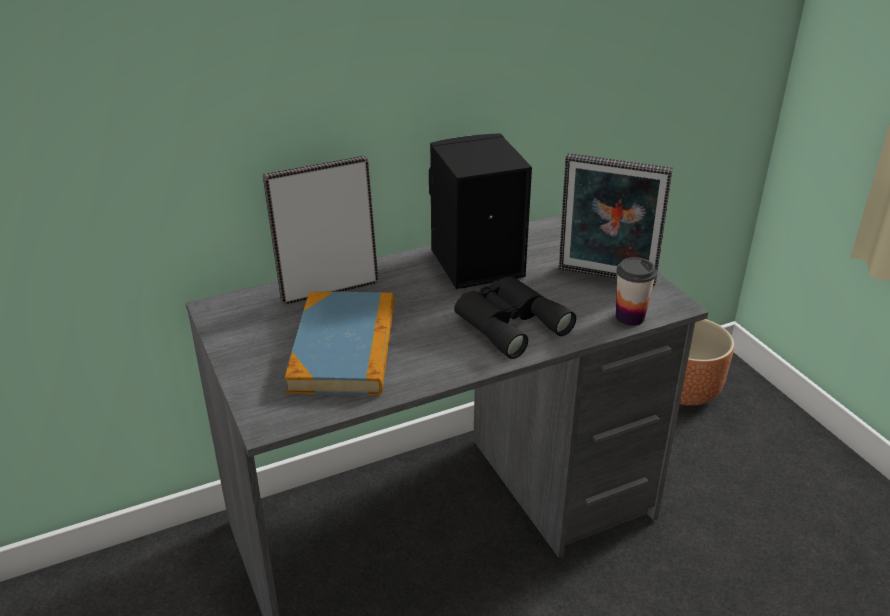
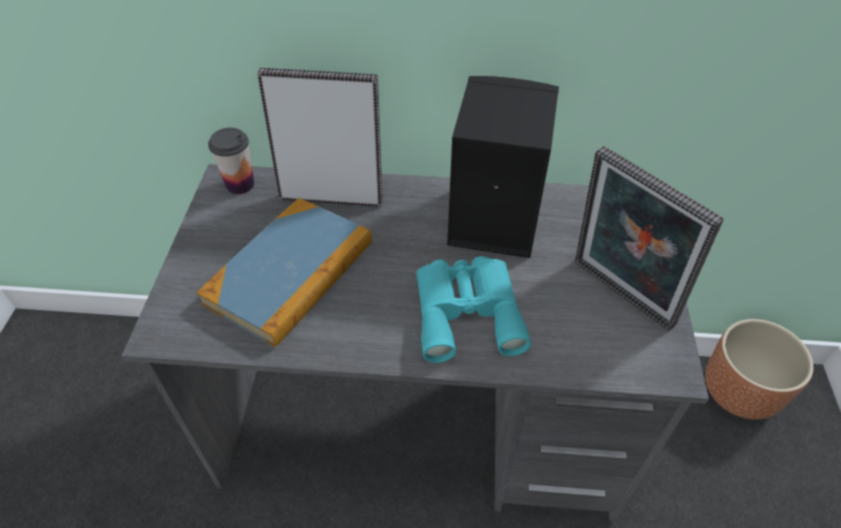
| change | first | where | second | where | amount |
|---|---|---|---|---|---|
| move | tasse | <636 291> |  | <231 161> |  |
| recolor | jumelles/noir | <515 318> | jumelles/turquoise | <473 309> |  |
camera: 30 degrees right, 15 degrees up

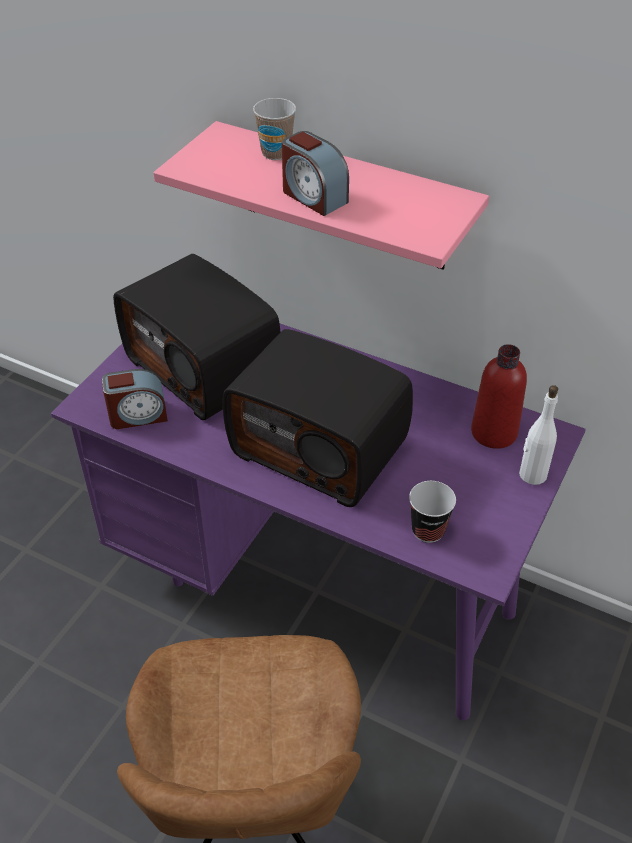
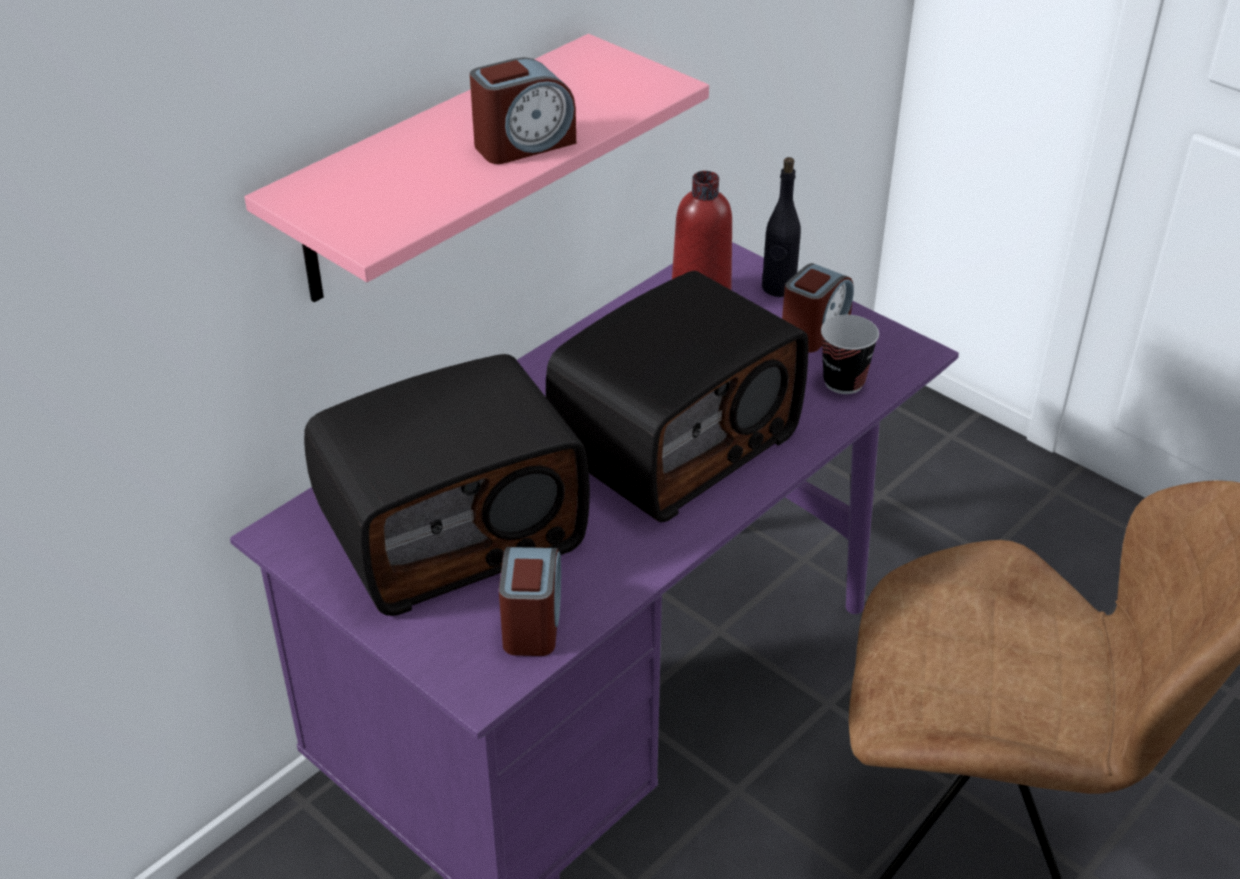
| change | first | where | second | where | amount |
|---|---|---|---|---|---|
| delete | tasse | <274 129> |  |  |  |
| recolor | bouteille/blanc | <538 435> | bouteille/noir | <781 227> |  |
| insert |  |  | réveil | <818 308> |  |
camera: 75 degrees left, 5 degrees down

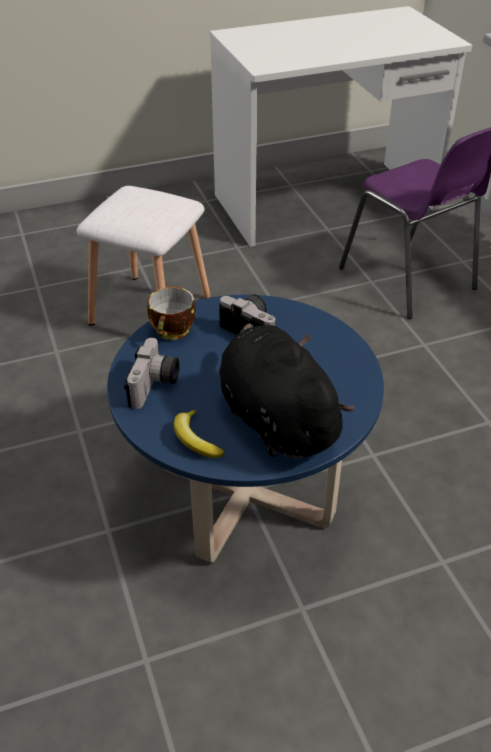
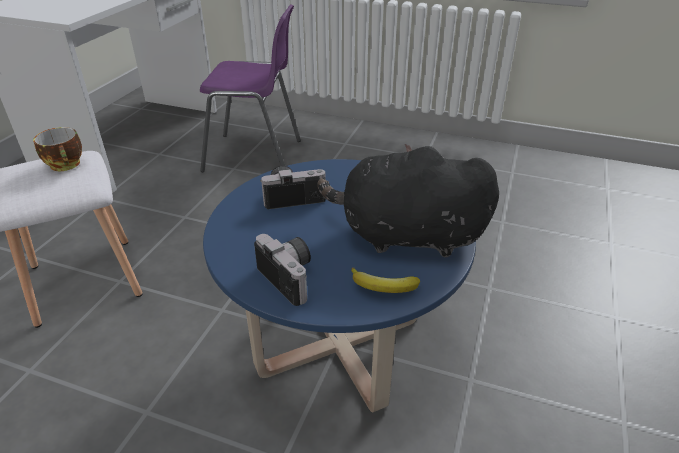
| change | first | where | second | where | amount |
|---|---|---|---|---|---|
| move | tasse | <171 313> |  | <57 149> |  |
camera: 50 degrees left, 5 degrees down

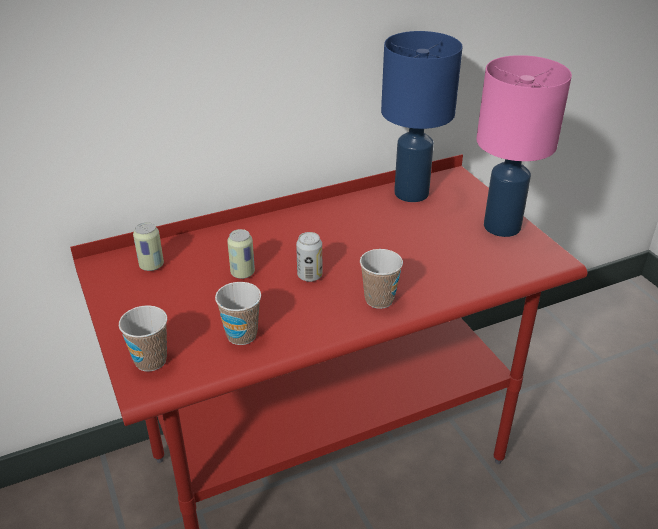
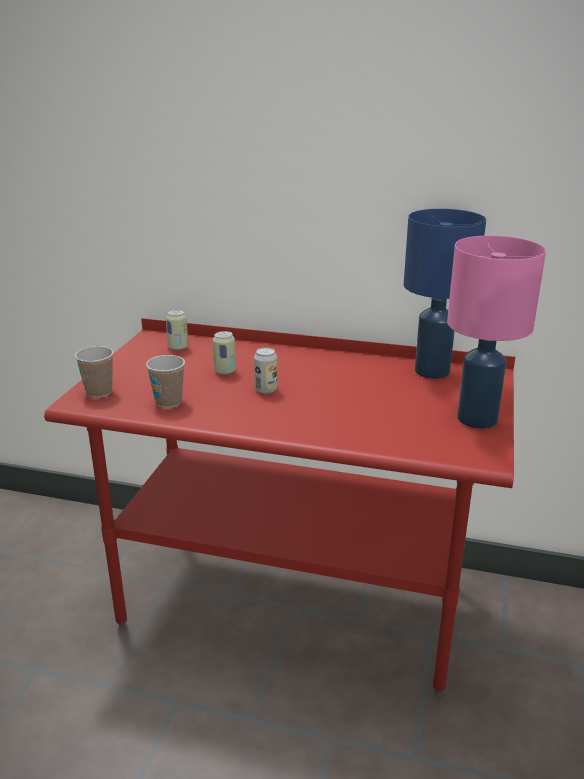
| change | first | where | second | where | amount |
|---|---|---|---|---|---|
| delete | tasse | <381 279> |  |  |  |
camera: 40 degrees right, 10 degrees down

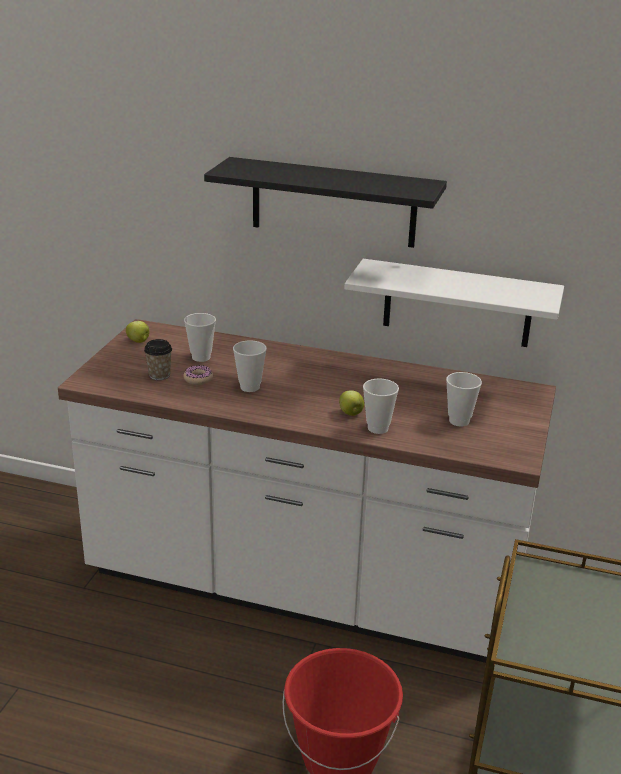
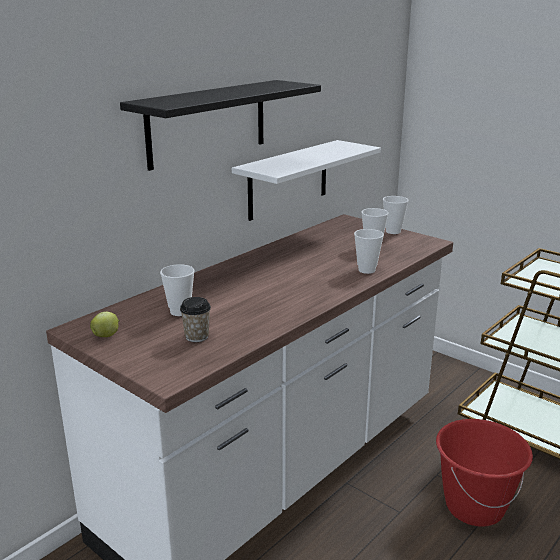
| change | first | where | second | where | amount |
|---|---|---|---|---|---|
| move | tasse | <250 366> |  | <396 215> |  |
| delete | beignet | <198 375> |  |  |  |
| delete | pomme | <351 403> |  |  |  |
camera: 65 degrees left, 5 degrees down

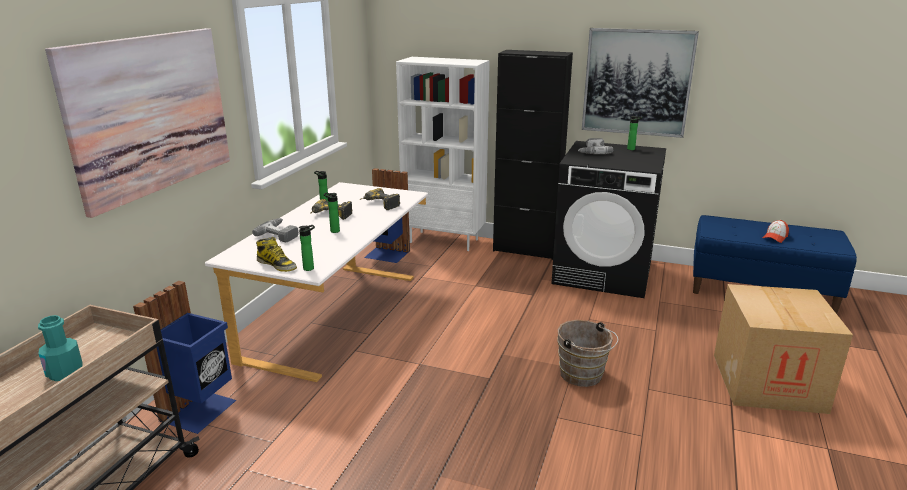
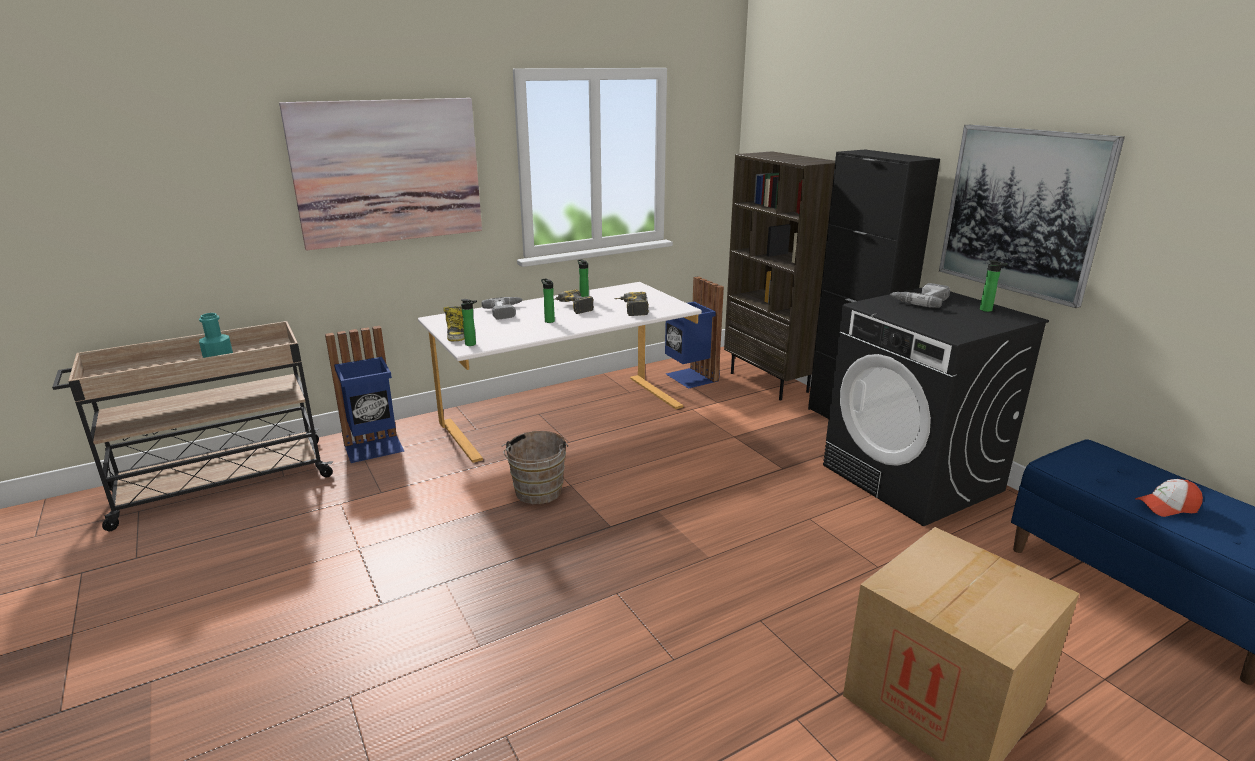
| change | first | where | second | where | amount |
|---|---|---|---|---|---|
| recolor | bibliothèque/blanc | <443 154> | bibliothèque/marron | <779 276> |  |
| move | seau/marron | <587 353> |  | <535 467> |  |
camera: 40 degrees right, 0 degrees up

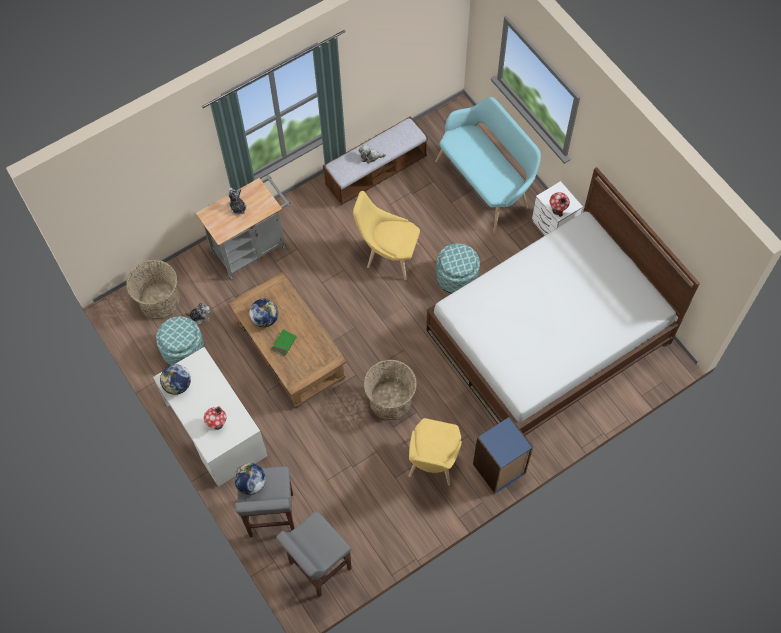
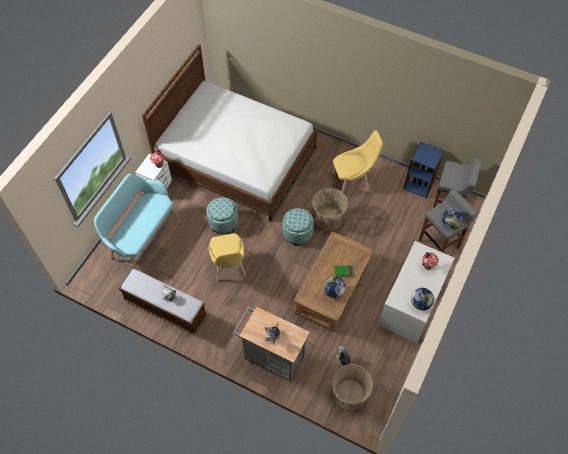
| change | first | where | second | where | amount |
|---|---|---|---|---|---|
| move | pouf | <180 340> |  | <298 227> |  |
| move | bibliothèque/bleu | <503 455> |  | <423 170> |  |
camera: 120 degrees left, 5 degrees down

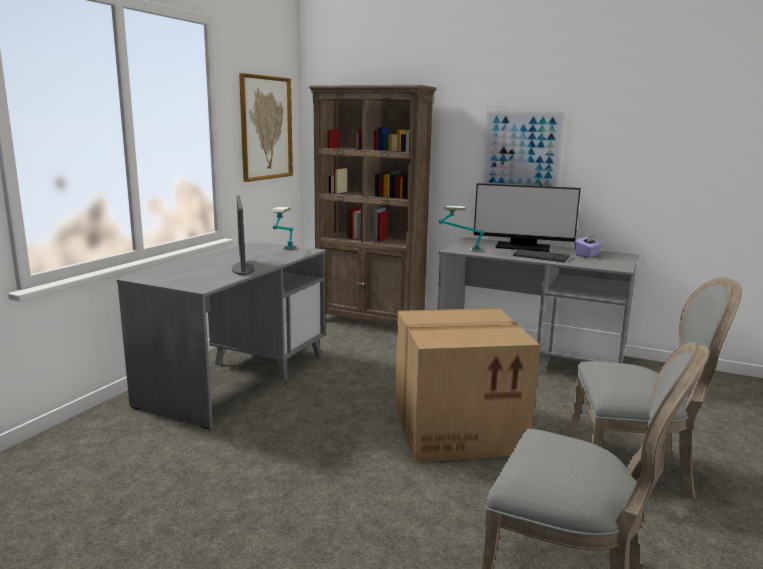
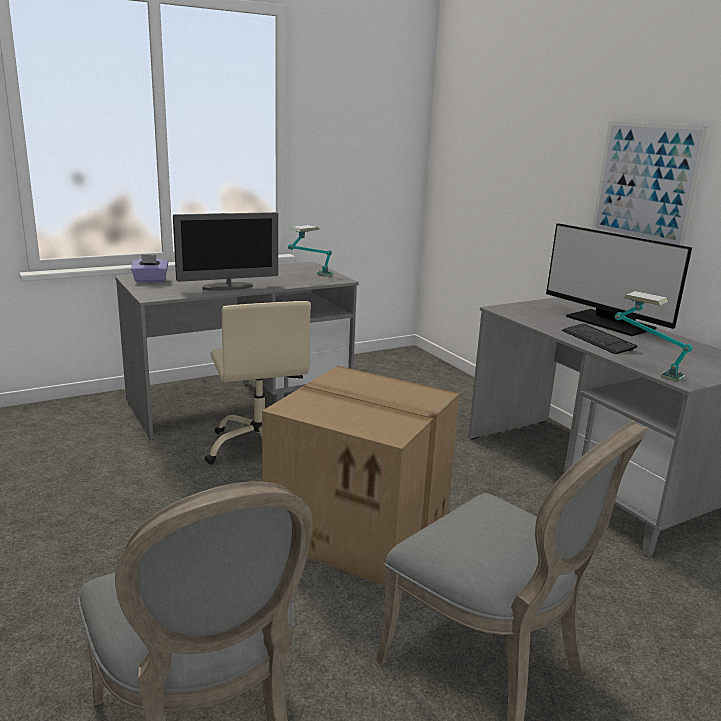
| change | first | where | second | where | amount |
|---|---|---|---|---|---|
| delete | tableau | <266 127> |  |  |  |
| delete | bibliothèque/marron | <372 205> |  |  |  |
| rotate | écran d'ordinateur | <243 235> |  | <225 251> | 135 degrees counterclockwise |
| move | lampe de table | <461 229> |  | <653 336> |  |
| move | boîte à mouchoirs/violet | <589 246> |  | <149 268> |  |
| insert |  |  | chaise de bureau/beige | <258 383> |  |
camera: 35 degrees right, 5 degrees up

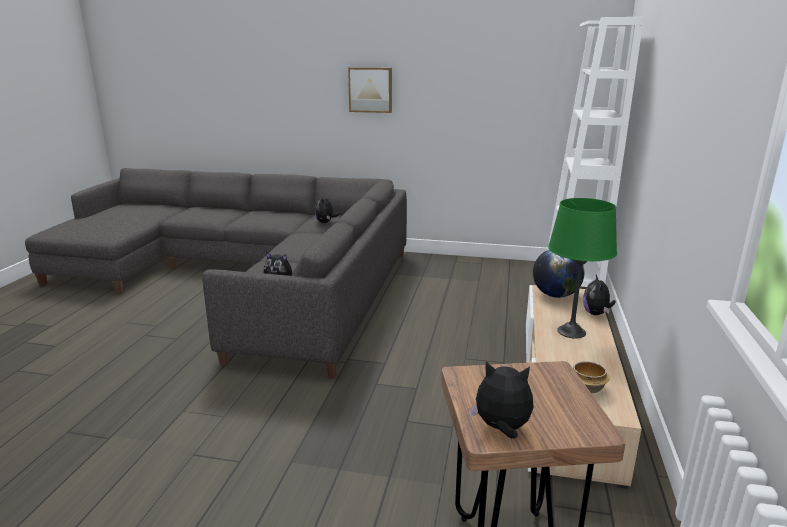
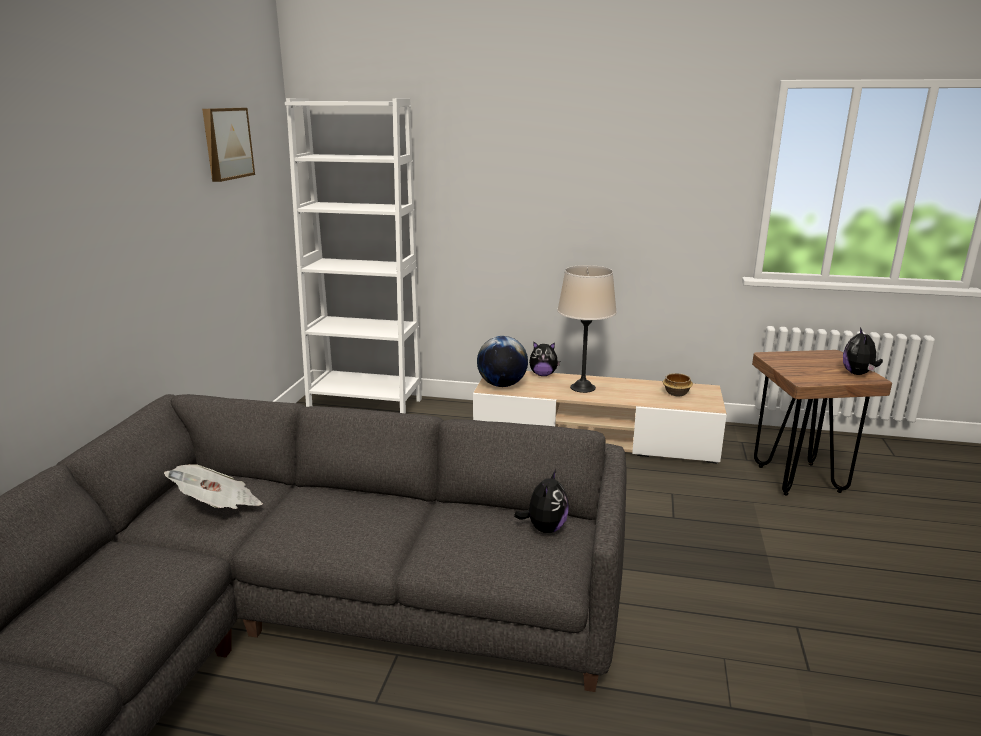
| change | first | where | second | where | amount |
|---|---|---|---|---|---|
| move | tableau | <370 90> |  | <228 145> |  |
| replace | peluche | <327 208> | journal | <213 486> |  |
| recolor | lampe de table/vert | <582 268> | lampe de table/beige | <587 329> |  |
camera: 90 degrees left, 0 degrees up

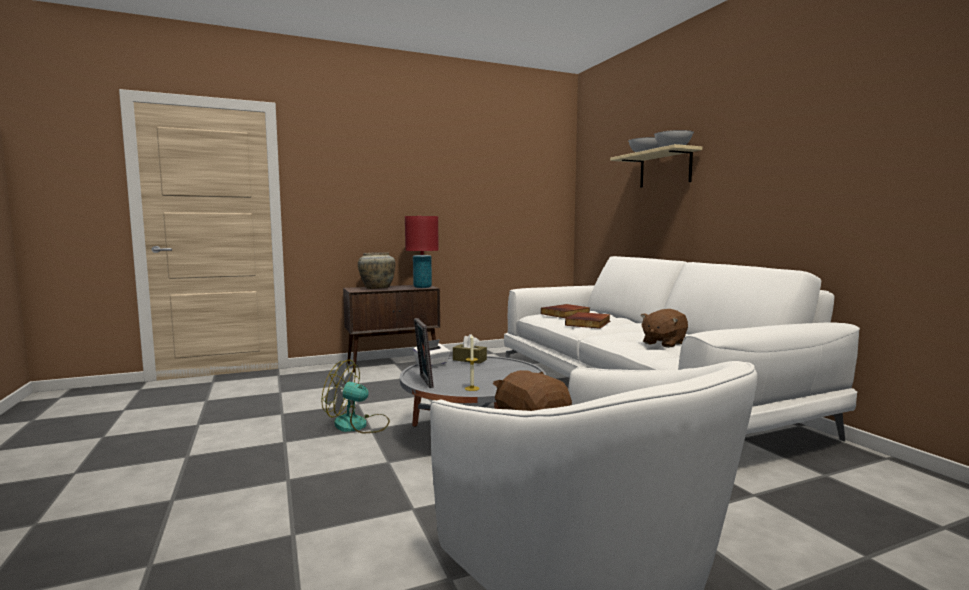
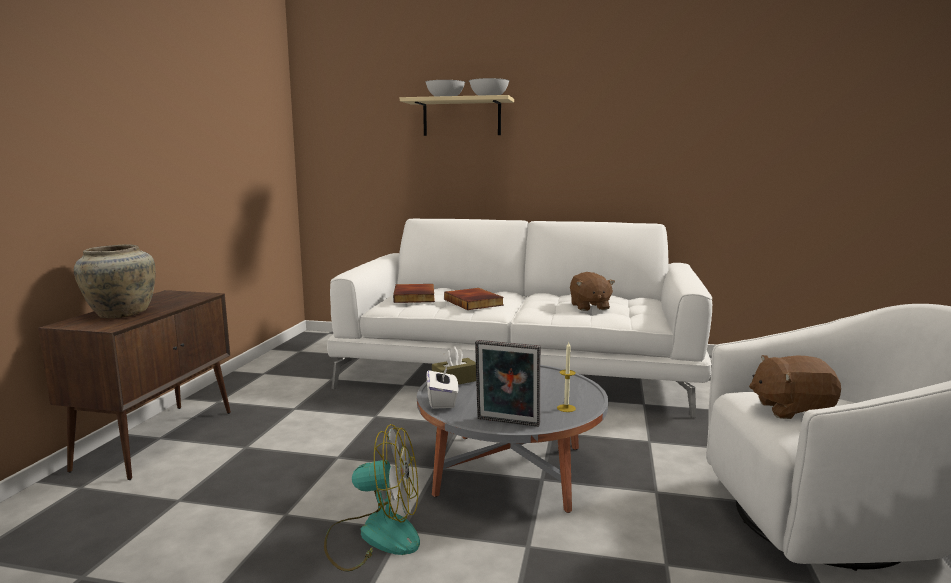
| change | first | where | second | where | amount |
|---|---|---|---|---|---|
| delete | lampe de table/rouge | <421 252> |  |  |  |
| rotate | ventilateur | <356 397> |  | <372 497> | 135 degrees counterclockwise |
camera: 55 degrees left, 5 degrees up

